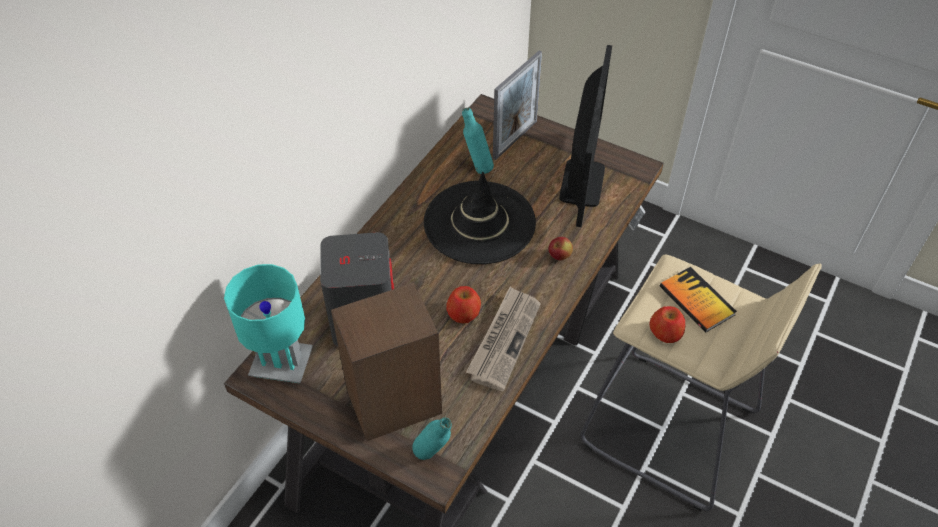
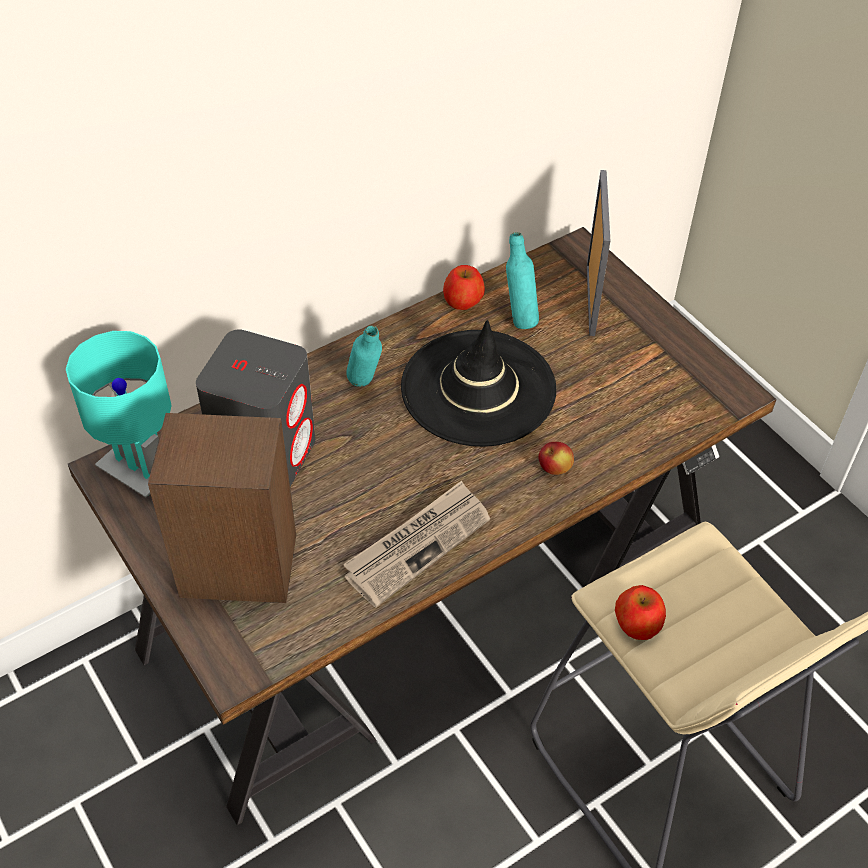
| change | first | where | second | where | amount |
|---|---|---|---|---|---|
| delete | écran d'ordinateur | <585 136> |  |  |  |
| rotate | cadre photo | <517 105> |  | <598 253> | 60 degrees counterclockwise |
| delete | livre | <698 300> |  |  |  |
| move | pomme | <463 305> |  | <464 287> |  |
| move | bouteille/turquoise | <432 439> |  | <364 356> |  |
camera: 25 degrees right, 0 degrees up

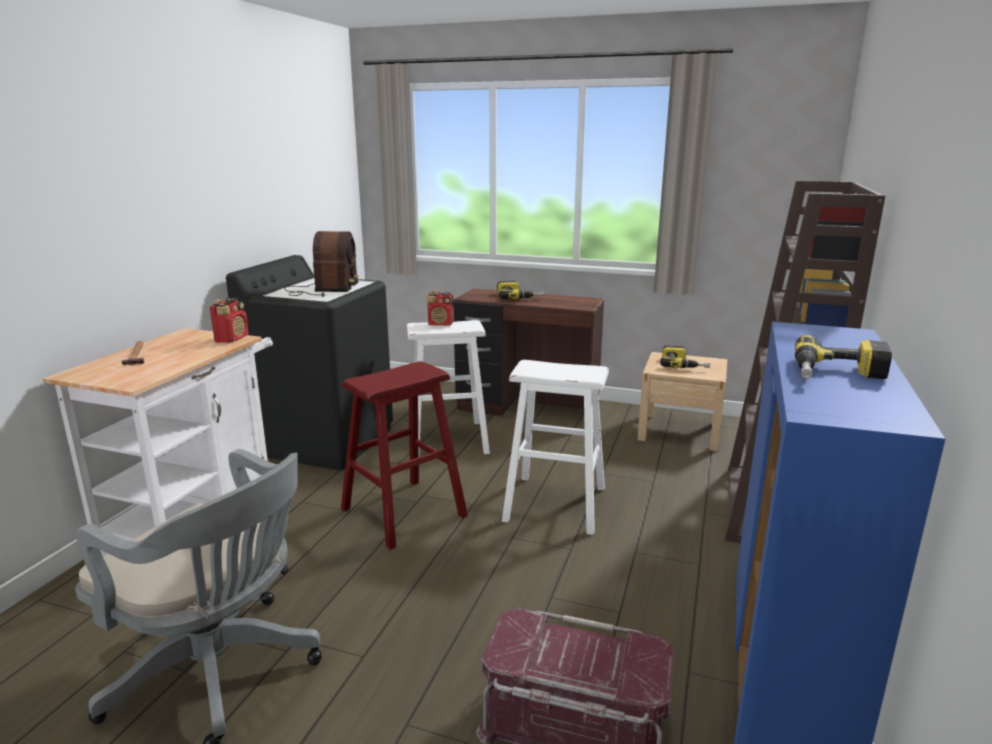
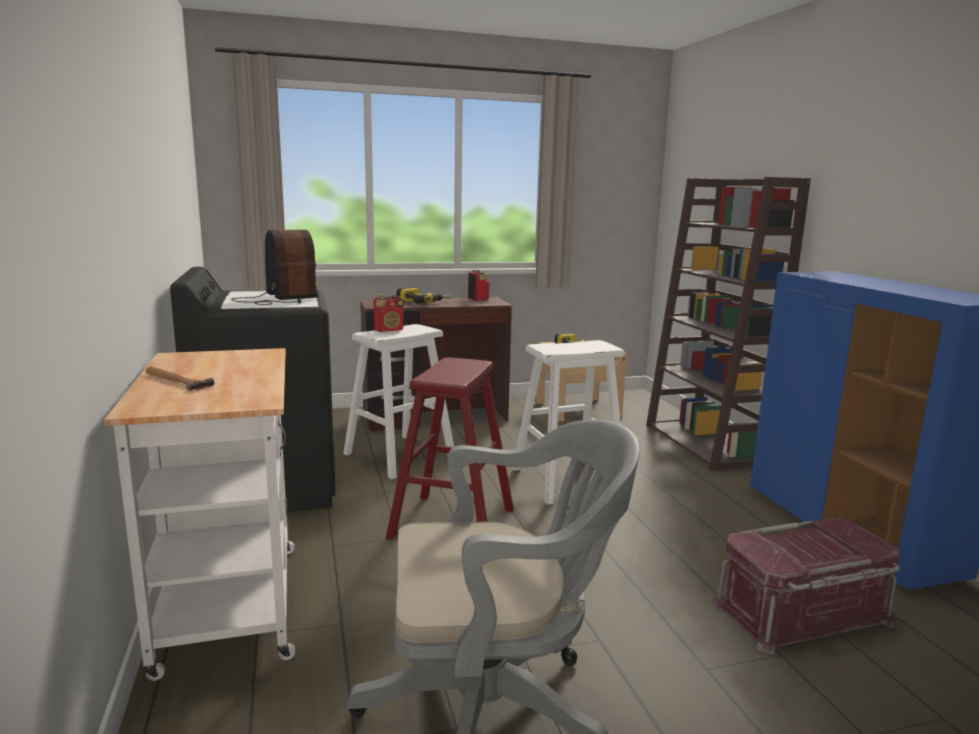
| change | first | where | second | where | amount |
|---|---|---|---|---|---|
| move | radio | <229 320> |  | <478 285> |  |
| delete | perceuse | <843 357> |  |  |  |
camera: 35 degrees left, 5 degrees down

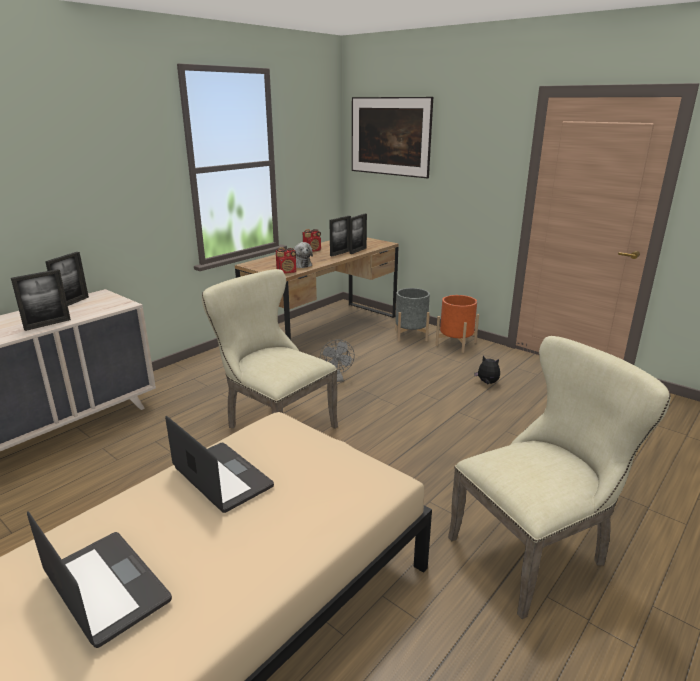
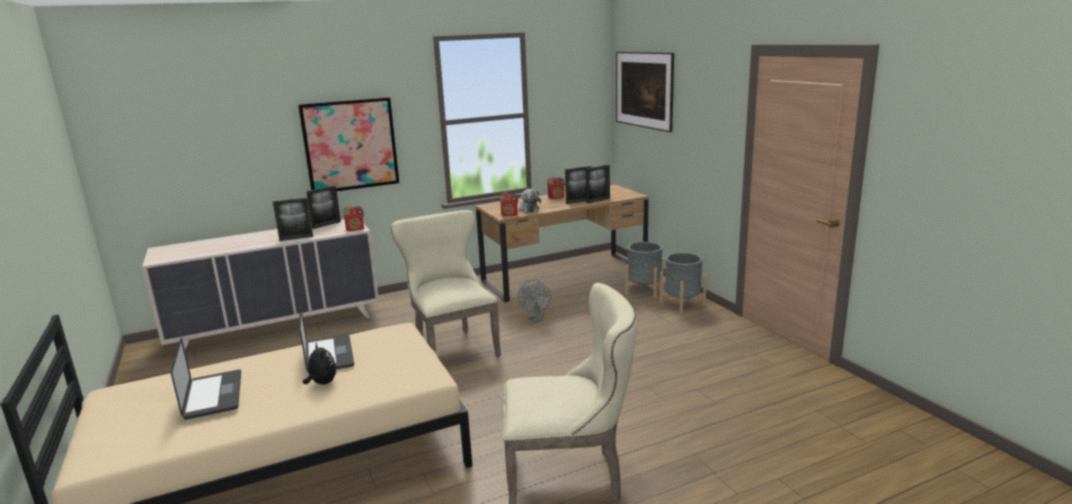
| change | first | where | second | where | amount |
|---|---|---|---|---|---|
| recolor | cache-pot/orange | <457 324> | cache-pot/gris | <683 283> |  |
| move | peluche | <487 370> |  | <319 363> |  |
| insert |  |  | tableau | <348 144> |  |
| insert |  |  | radio | <353 219> |  |
camera: 25 degrees right, 5 degrees down

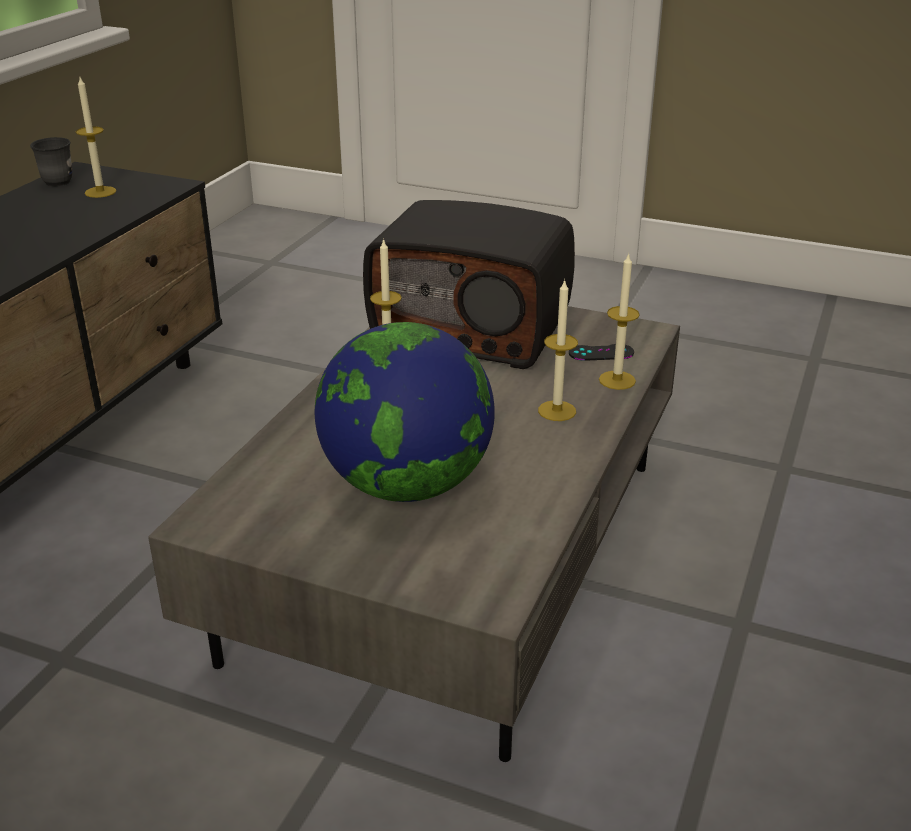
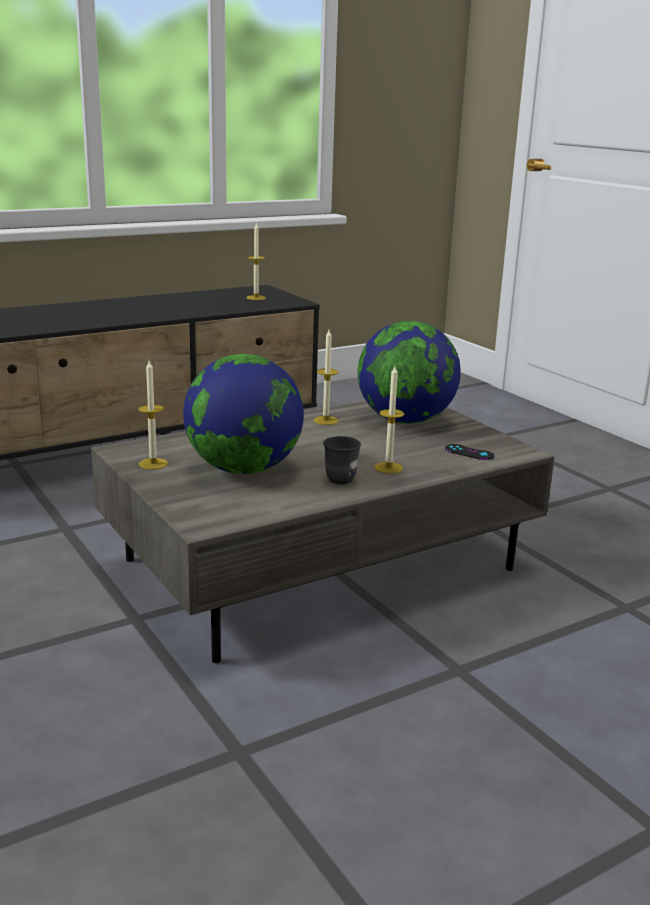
| change | first | where | second | where | amount |
|---|---|---|---|---|---|
| move | mug/gris | <51 162> |  | <342 460> |  |
| replace | radio | <469 284> | globe | <409 372> |  |
| move | bougie | <619 321> |  | <153 415> |  |
camera: 35 degrees right, 10 degrees down

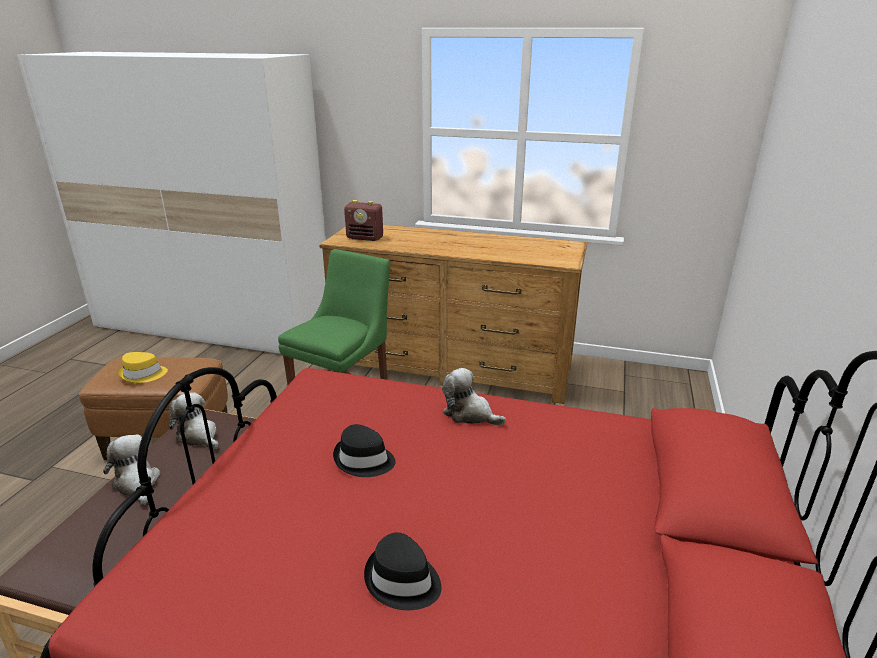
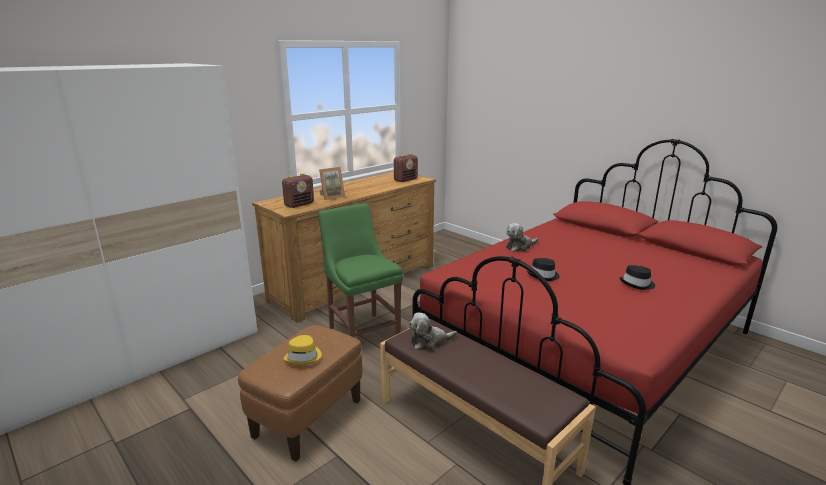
| change | first | where | second | where | amount |
|---|---|---|---|---|---|
| delete | peluche | <131 470> |  |  |  |
| insert |  |  | radio | <406 167> |  |
| insert |  |  | cadre photo | <332 183> |  |
camera: 60 degrees left, 5 degrees down

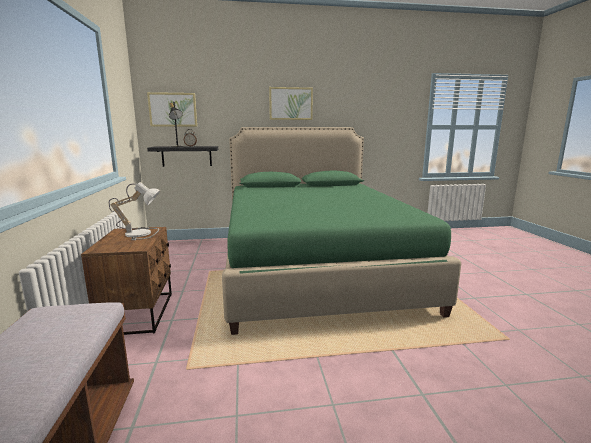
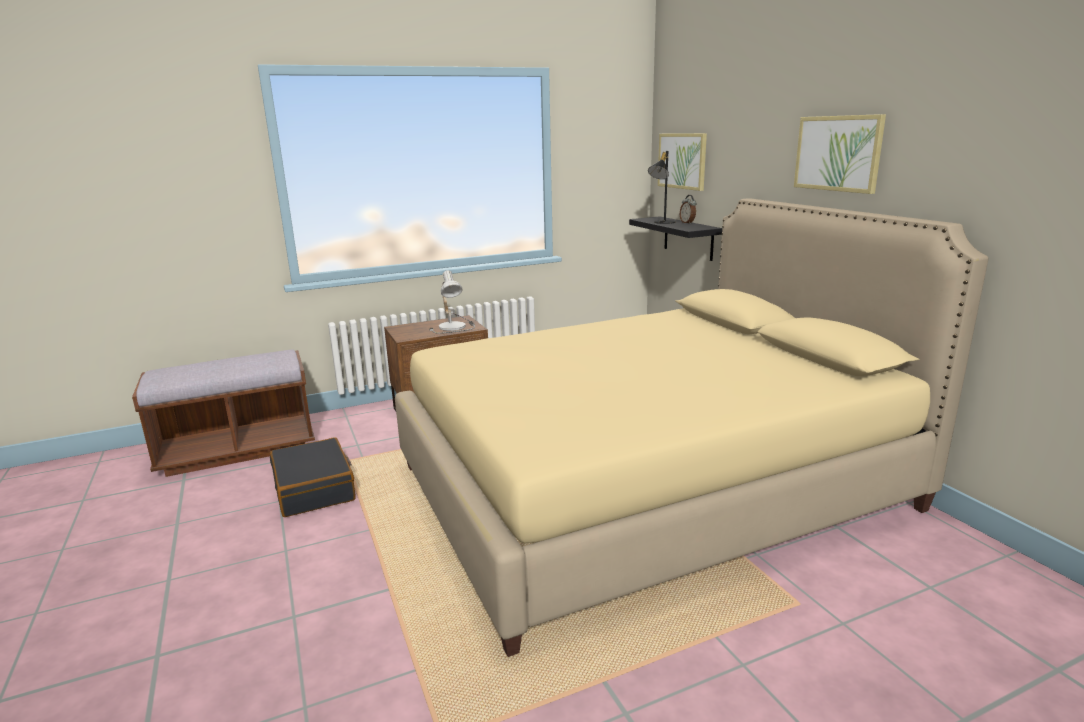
| change | first | where | second | where | amount |
|---|---|---|---|---|---|
| recolor | lit/vert | <341 231> | lit/beige | <691 427> |  |
| insert |  |  | valise/noir | <313 477> |  |
camera: 75 degrees right, 5 degrees up

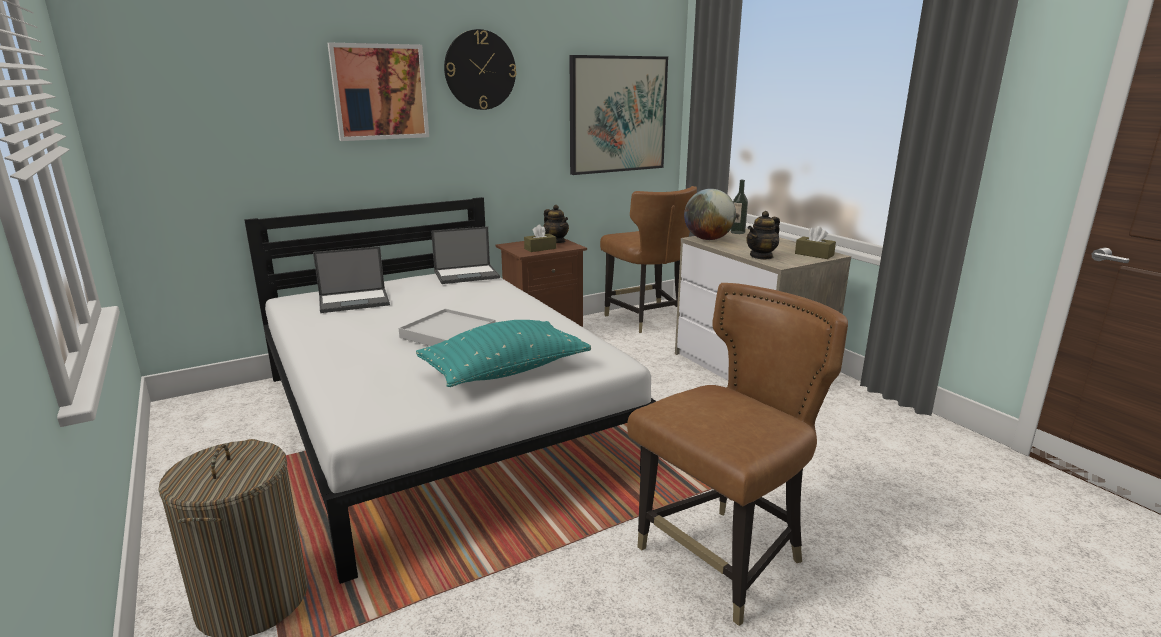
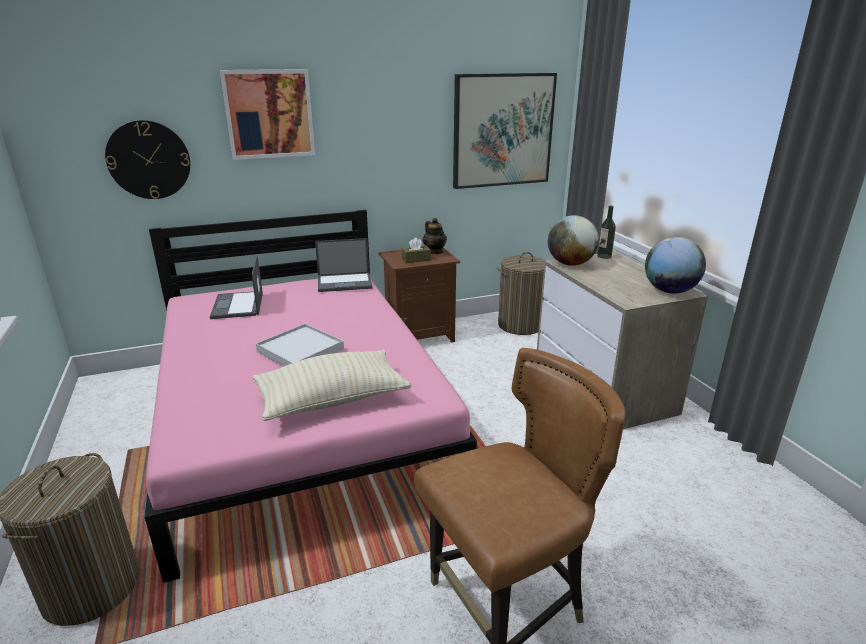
| change | first | where | second | where | amount |
|---|---|---|---|---|---|
| move | horloge murale | <480 69> |  | <147 159> |  |
| replace | chaise/marron | <648 259> | panier à linge | <521 293> |  |
| recolor | lit/blanc | <450 390> | lit/rose | <311 396> |  |
| delete | théière | <763 235> |  |  |  |
| replace | boîte à mouchoirs/marron | <815 242> | globe | <675 265> |  |
| rotate | ordinateur portable | <351 279> |  | <236 287> | 90 degrees clockwise |
| recolor | coussin/turquoise | <503 353> | coussin/beige | <331 385> |  |
camera: 10 degrees right, 5 degrees up

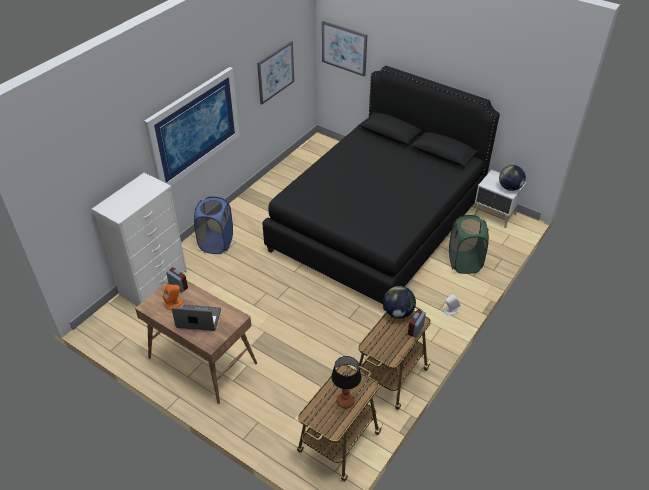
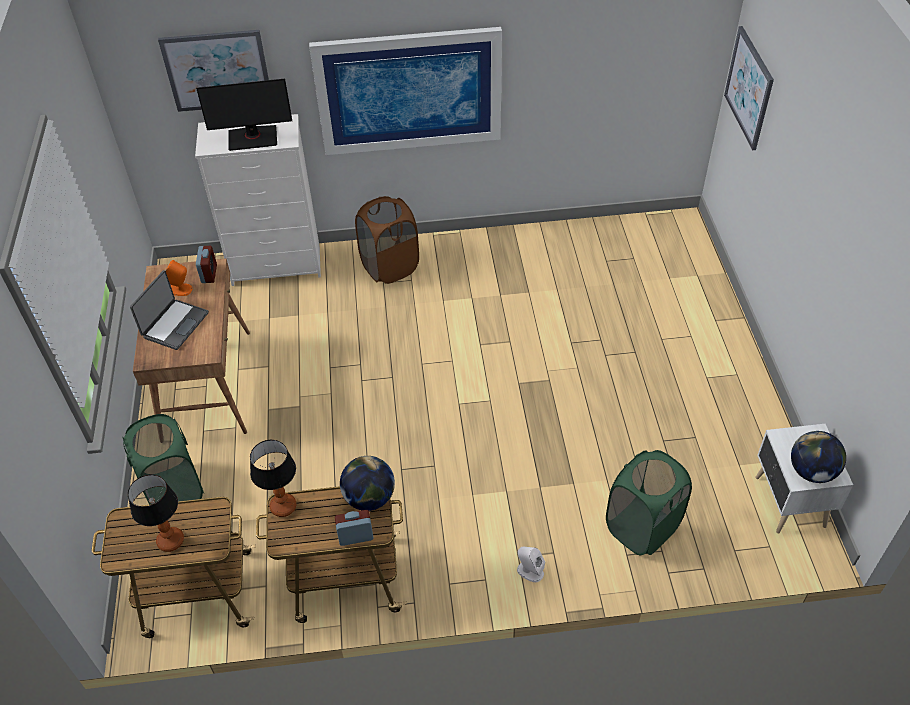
| change | first | where | second | where | amount |
|---|---|---|---|---|---|
| move | tableau | <275 73> |  | <213 71> |  |
| delete | lit/noir | <381 188> |  |  |  |
| recolor | panier à linge/bleu | <213 225> | panier à linge/marron | <387 240> |  |
| rotate | ordinateur portable | <196 318> |  | <169 310> | 60 degrees clockwise |
| insert |  |  | écran d'ordinateur | <244 114> |  |
| insert |  |  | panier à linge/vert | <163 459> |  |
| insert |  |  | lampe de table | <273 478> |  |
camera: 50 degrees right, 5 degrees up

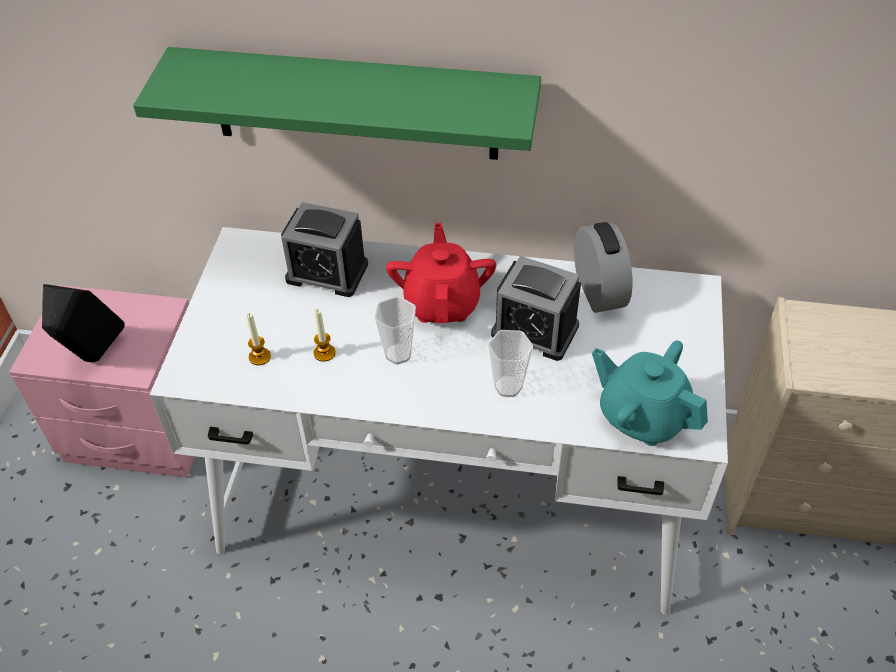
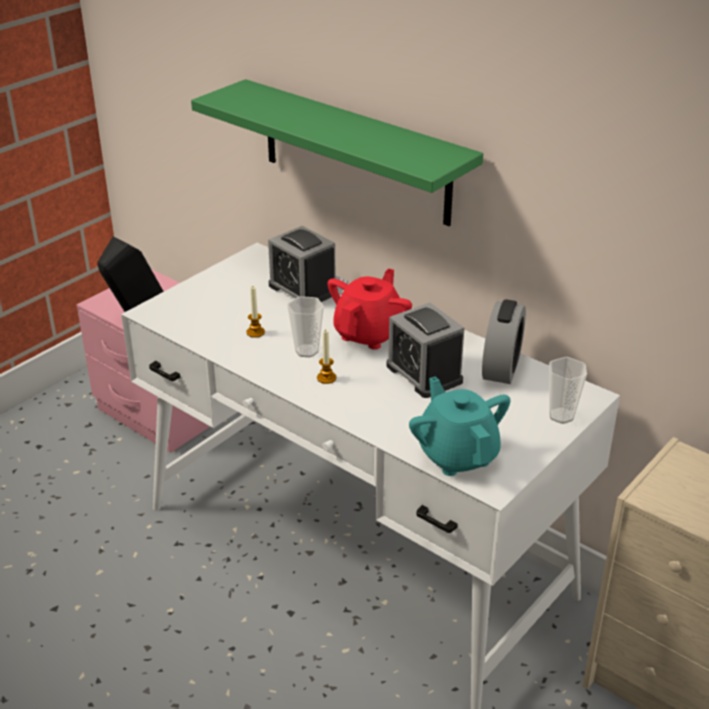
| change | first | where | second | where | amount |
|---|---|---|---|---|---|
| move | bougie | <258 339> |  | <326 356> |  |
| move | tasse | <510 363> |  | <568 390> |  |
camera: 30 degrees right, 15 degrees down

